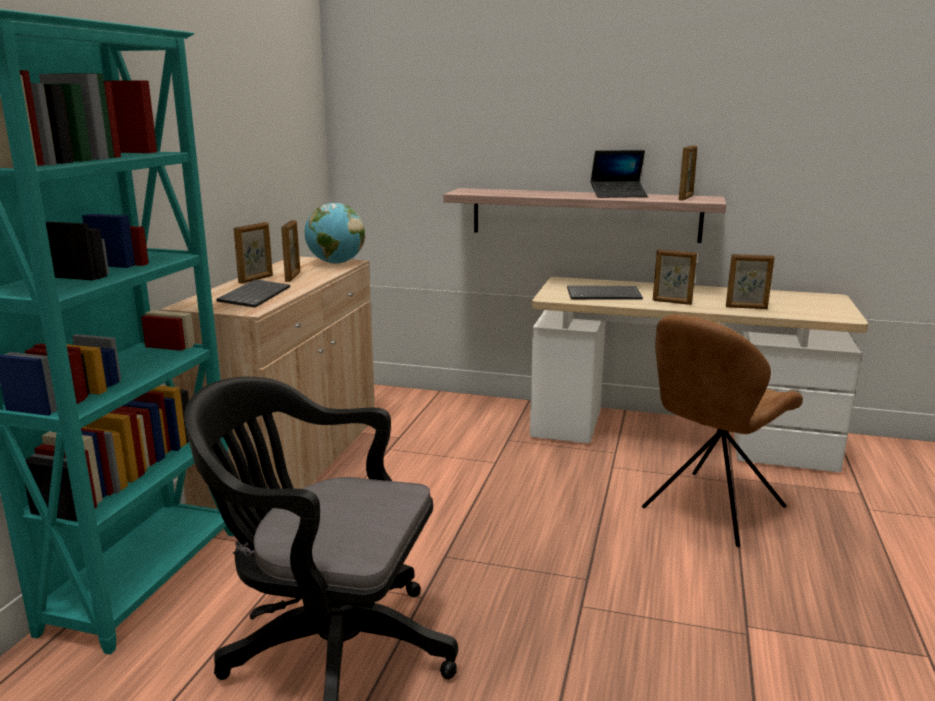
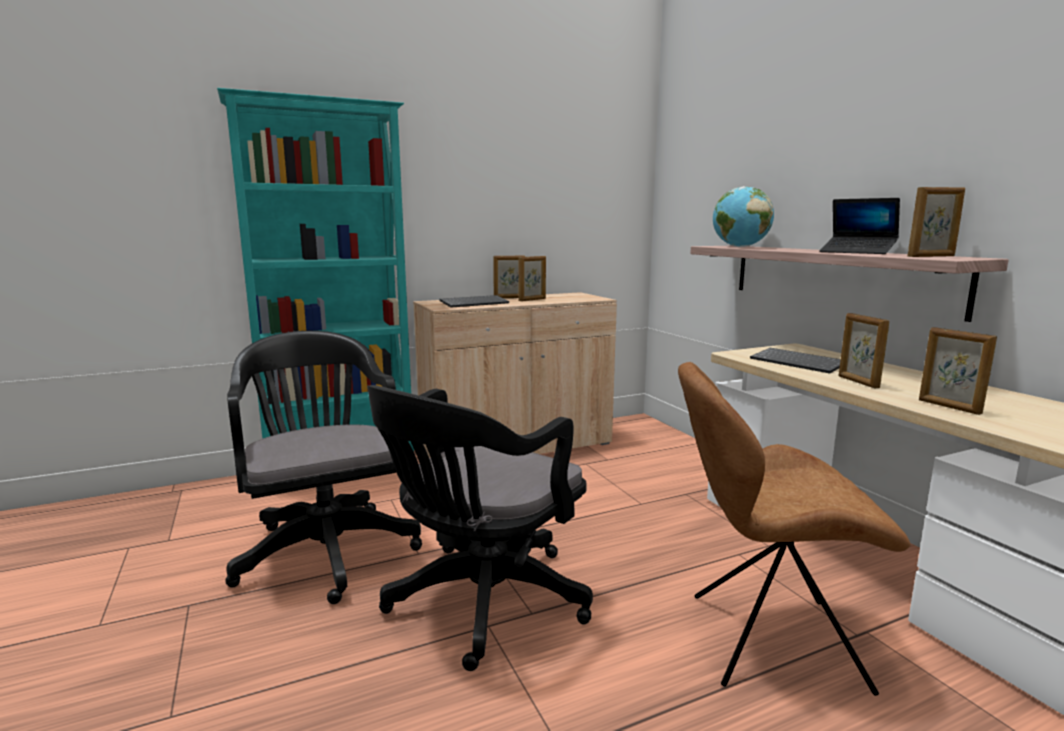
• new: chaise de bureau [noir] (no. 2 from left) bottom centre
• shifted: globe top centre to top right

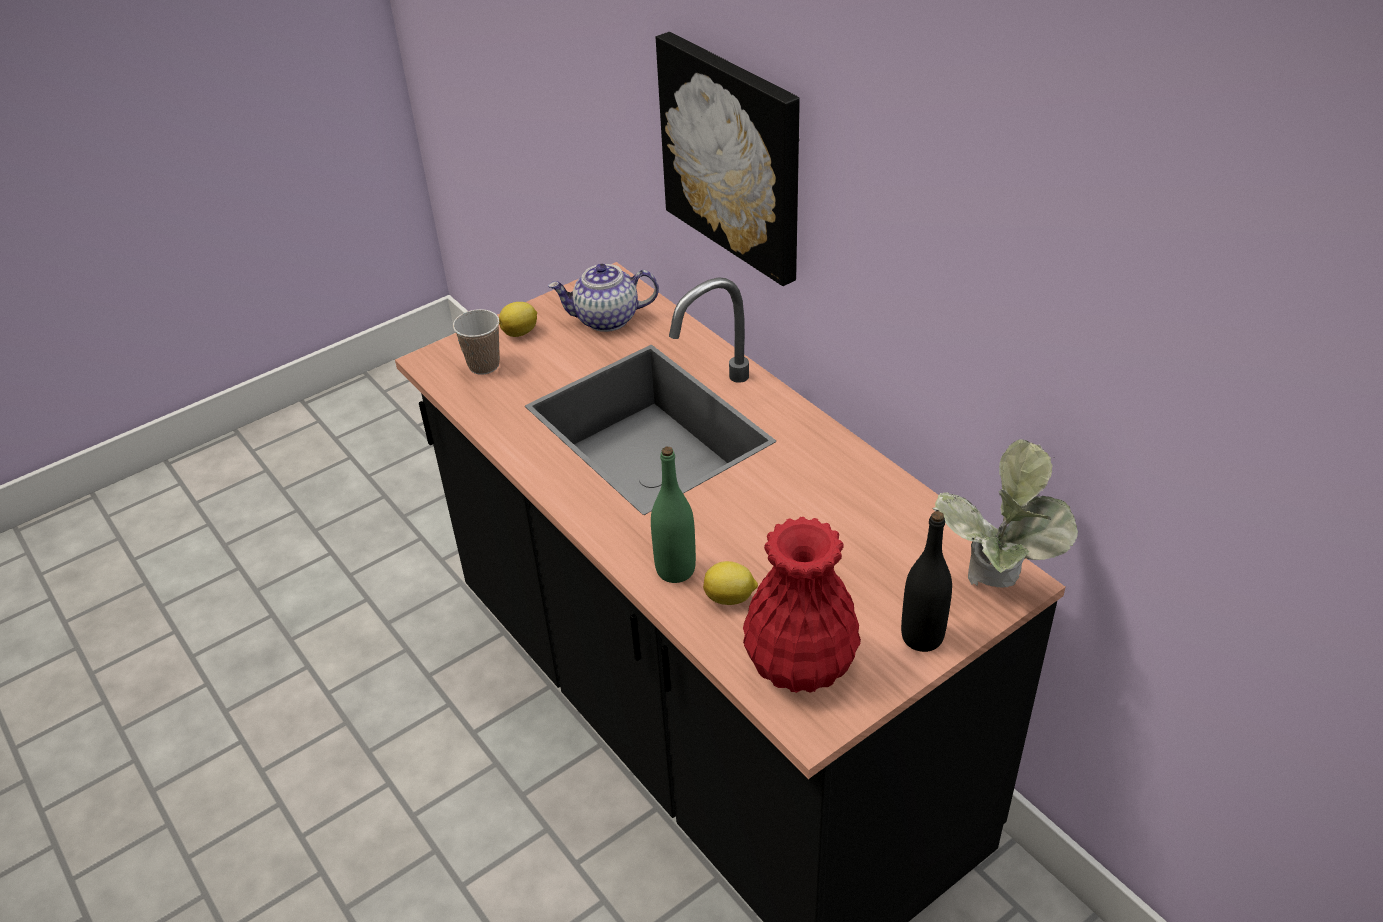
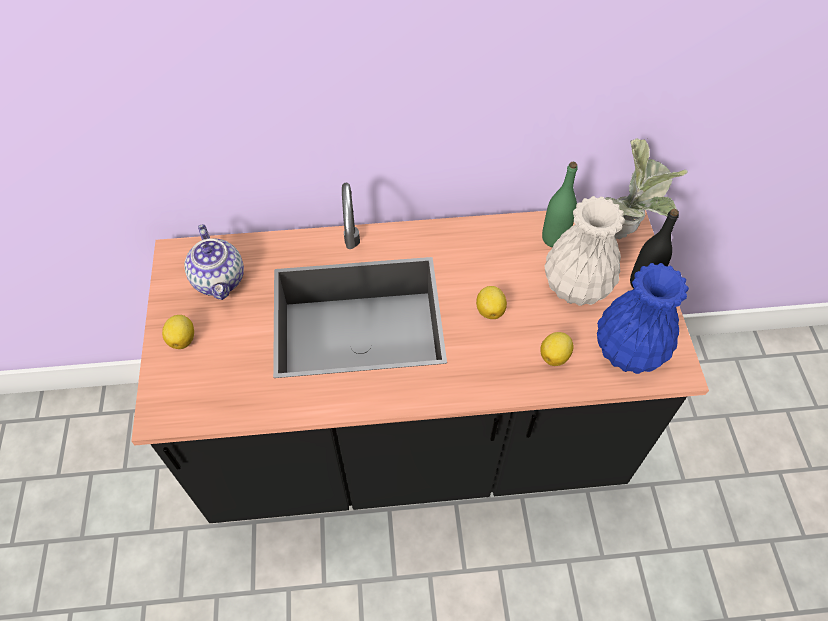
• rotated: théière top centre = middle left 45 degrees counterclockwise
• new: citron (no. 2 from left) centre
• shifted: bouteille [vert] centre to top right
• new: vase [blanc] middle right
• repainted: vase [rouge] centre to vase [bleu] middle right
• gone: tasse centre
• gone: tableau top centre

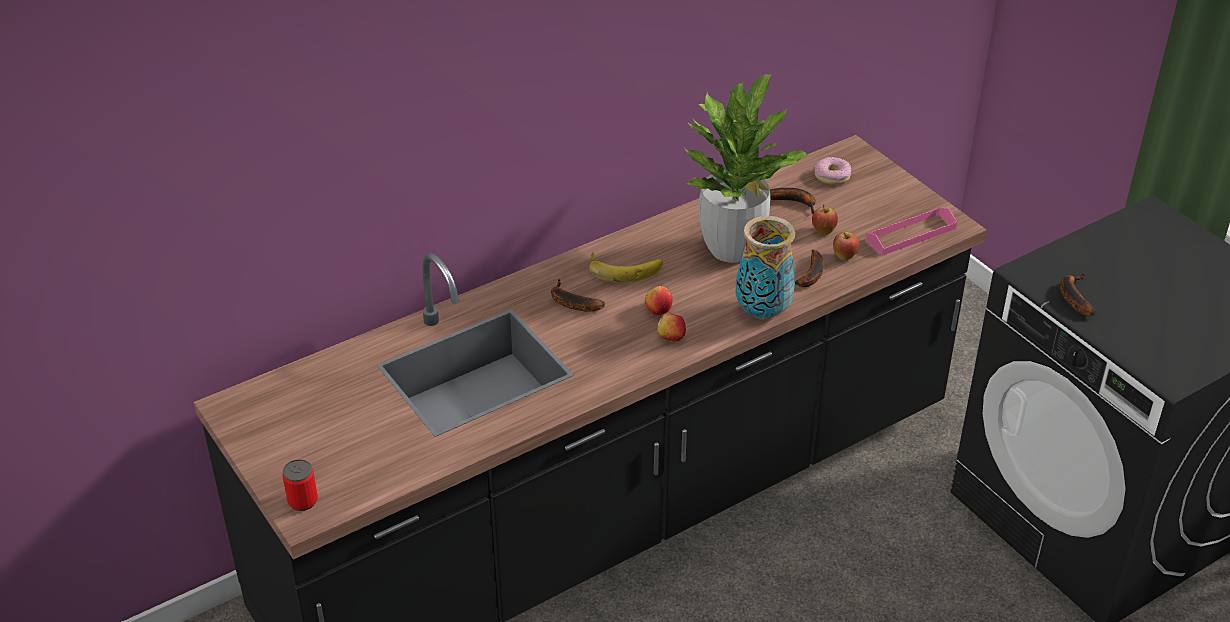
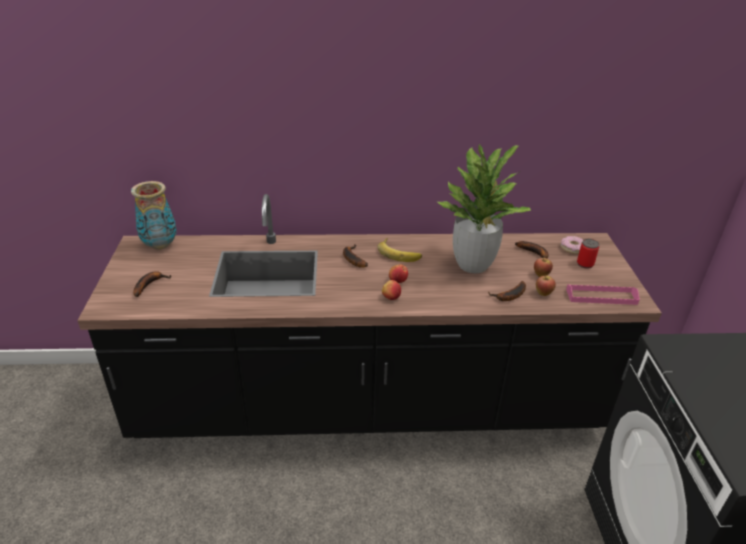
• shifted: vase centre to middle left
• shifted: banane (no. 5 from left in the first image) middle right to banane (no. 1 from left) middle left
• shifted: boîte métallique bottom left to middle right

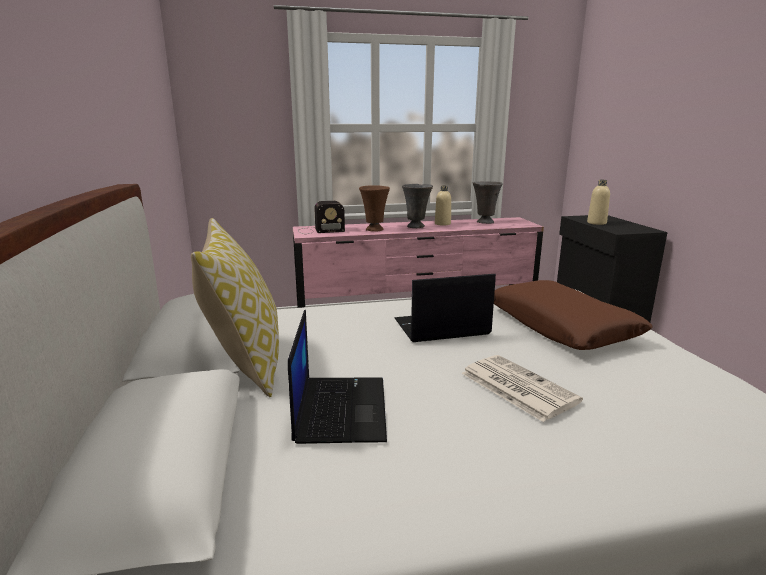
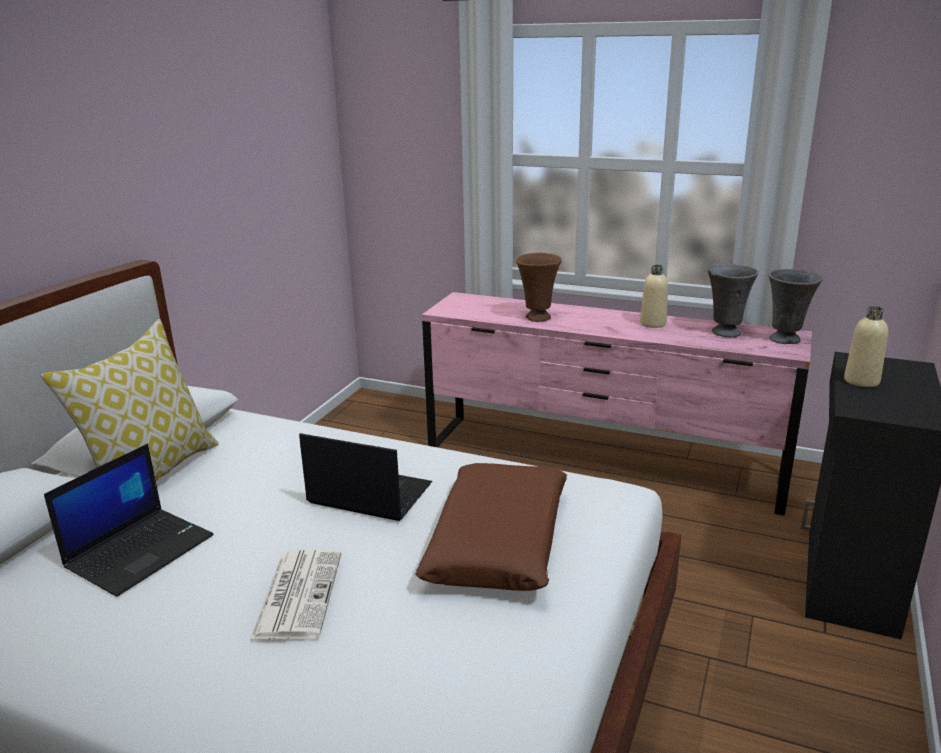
• shifted: vase [gris] (no. 1 from left in the first image) centre to vase [gris] (no. 2 from left) middle right
• gone: radio centre

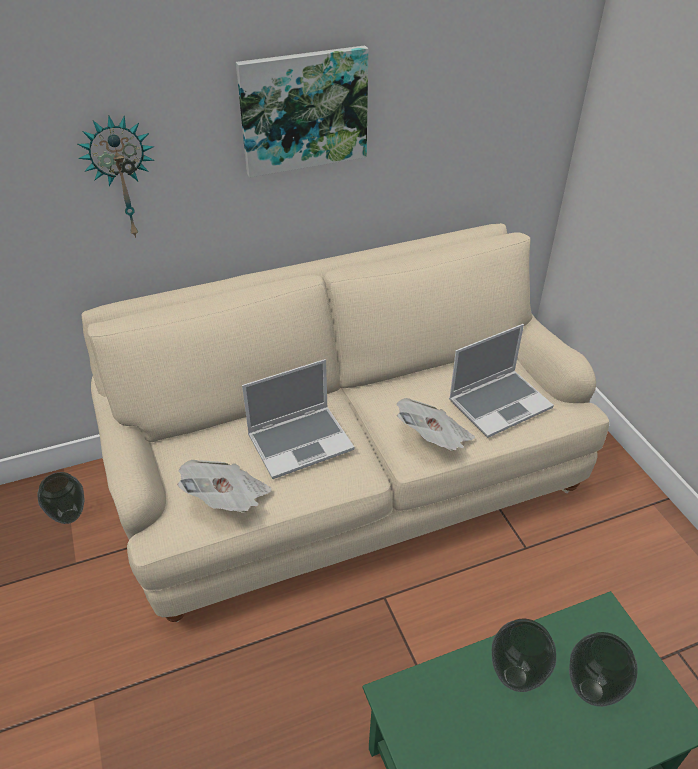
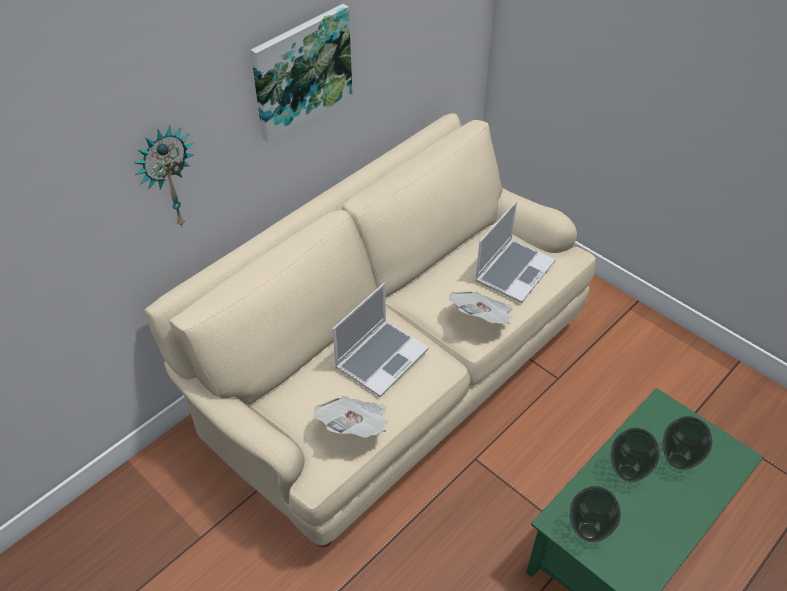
• shifted: vase (no. 1 from left) middle left to bottom right

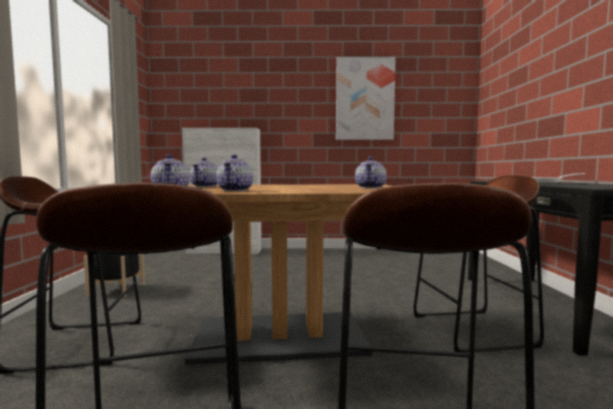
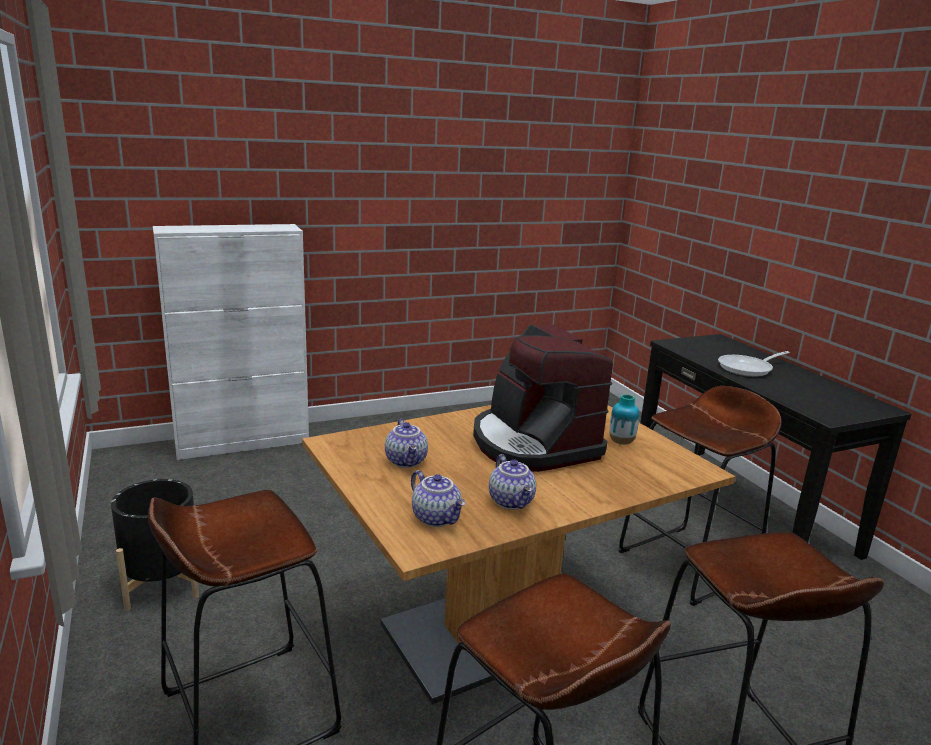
• new: machine à café centre
• swapped: théière (no. 4 from left) centre to vase middle right
• gone: tableau top centre

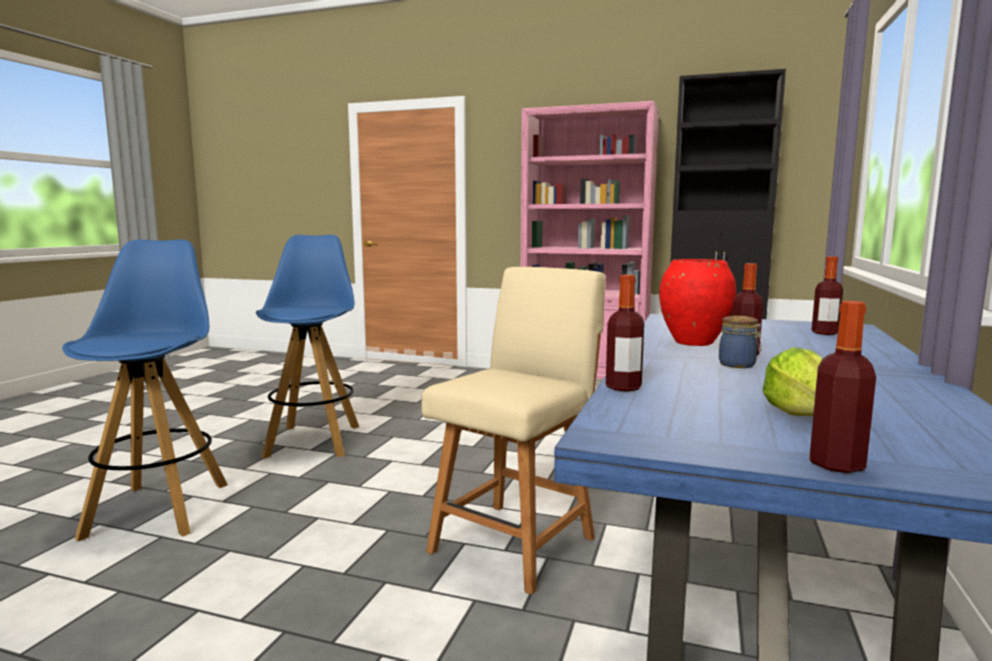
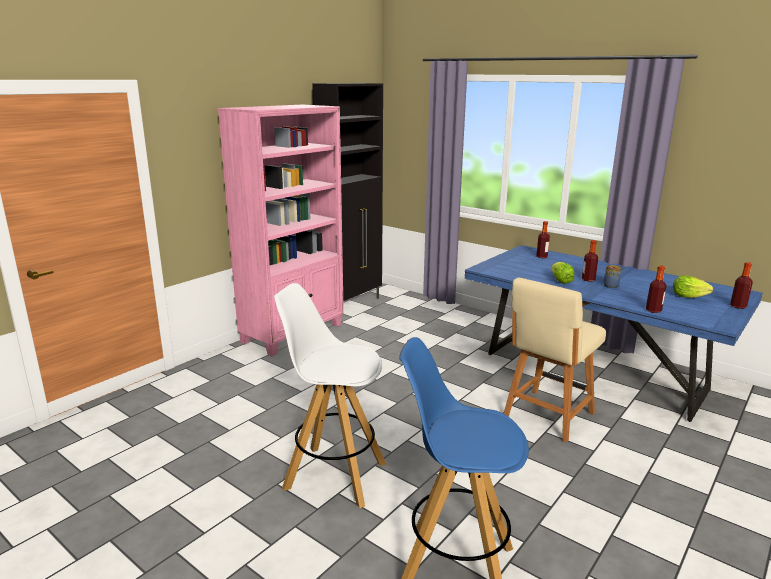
• repainted: tabouret [bleu] (no. 2 from left) middle left to tabouret [blanc] bottom centre
• rotated: chaise [beige] centre = middle right 105 degrees counterclockwise
• swapped: vase [rouge] middle right to laitue (no. 1 from left) middle right

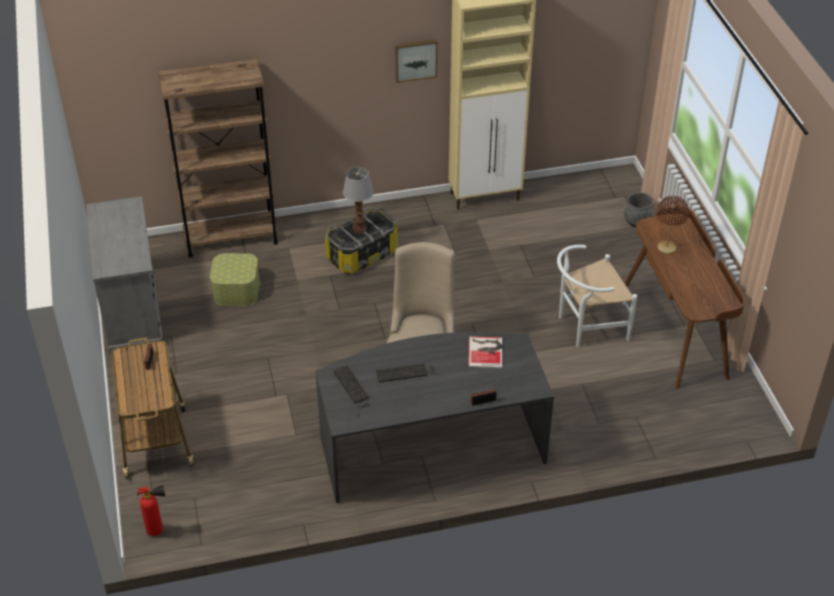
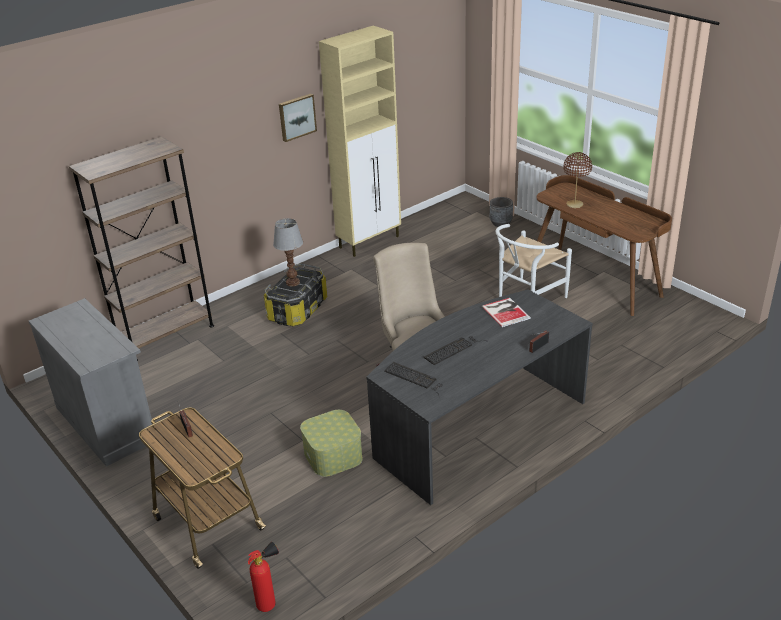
• shifted: boîte de rangement (no. 1 from left in the first image) middle left to boîte de rangement (no. 2 from left) bottom centre

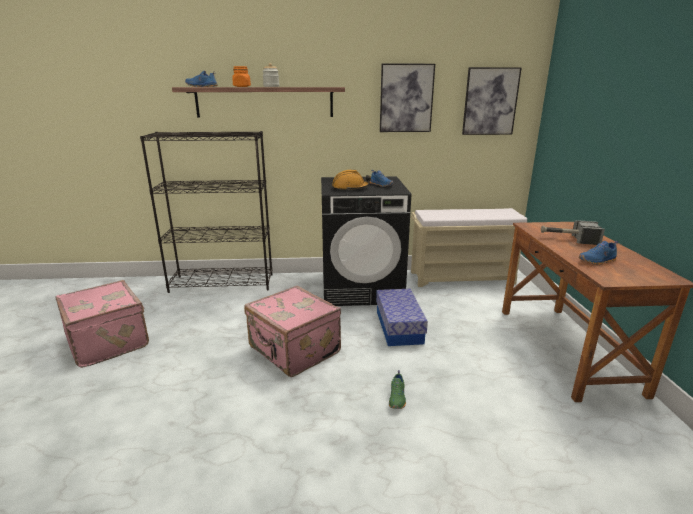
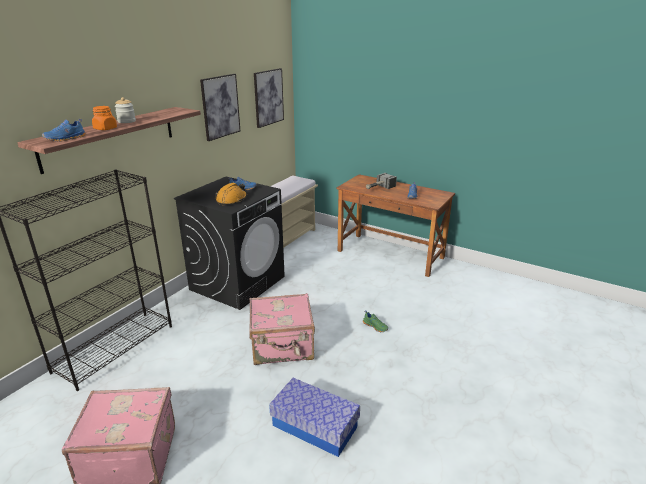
• shifted: boîte de rangement centre to bottom centre

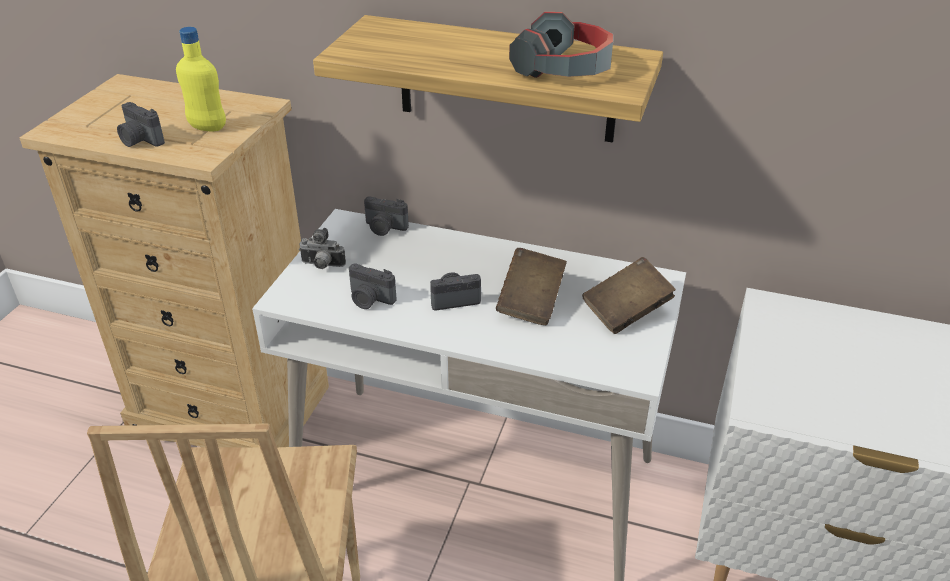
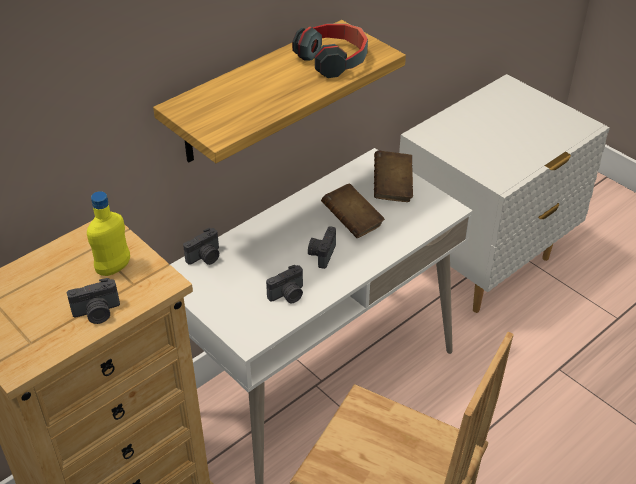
• gone: appareil photo (no. 2 from left) centre

